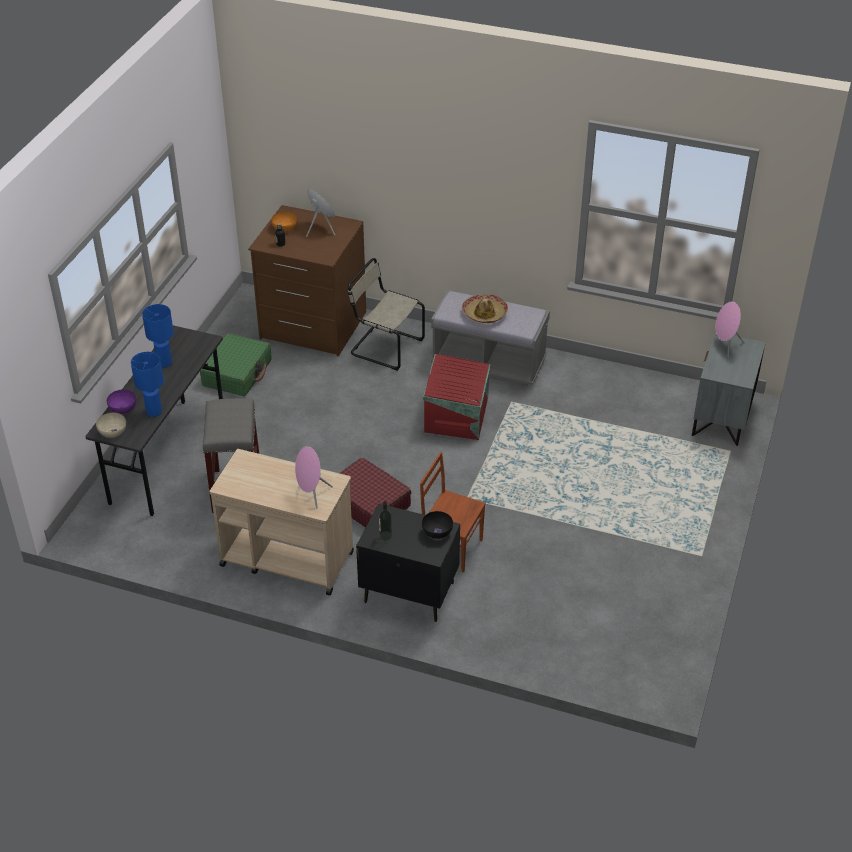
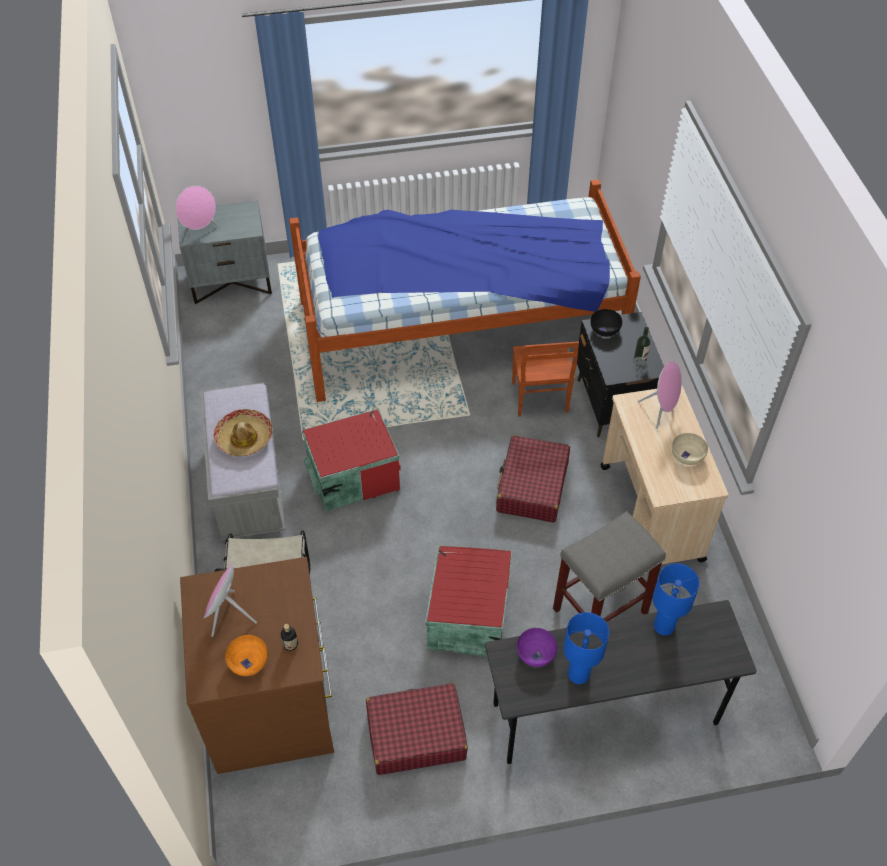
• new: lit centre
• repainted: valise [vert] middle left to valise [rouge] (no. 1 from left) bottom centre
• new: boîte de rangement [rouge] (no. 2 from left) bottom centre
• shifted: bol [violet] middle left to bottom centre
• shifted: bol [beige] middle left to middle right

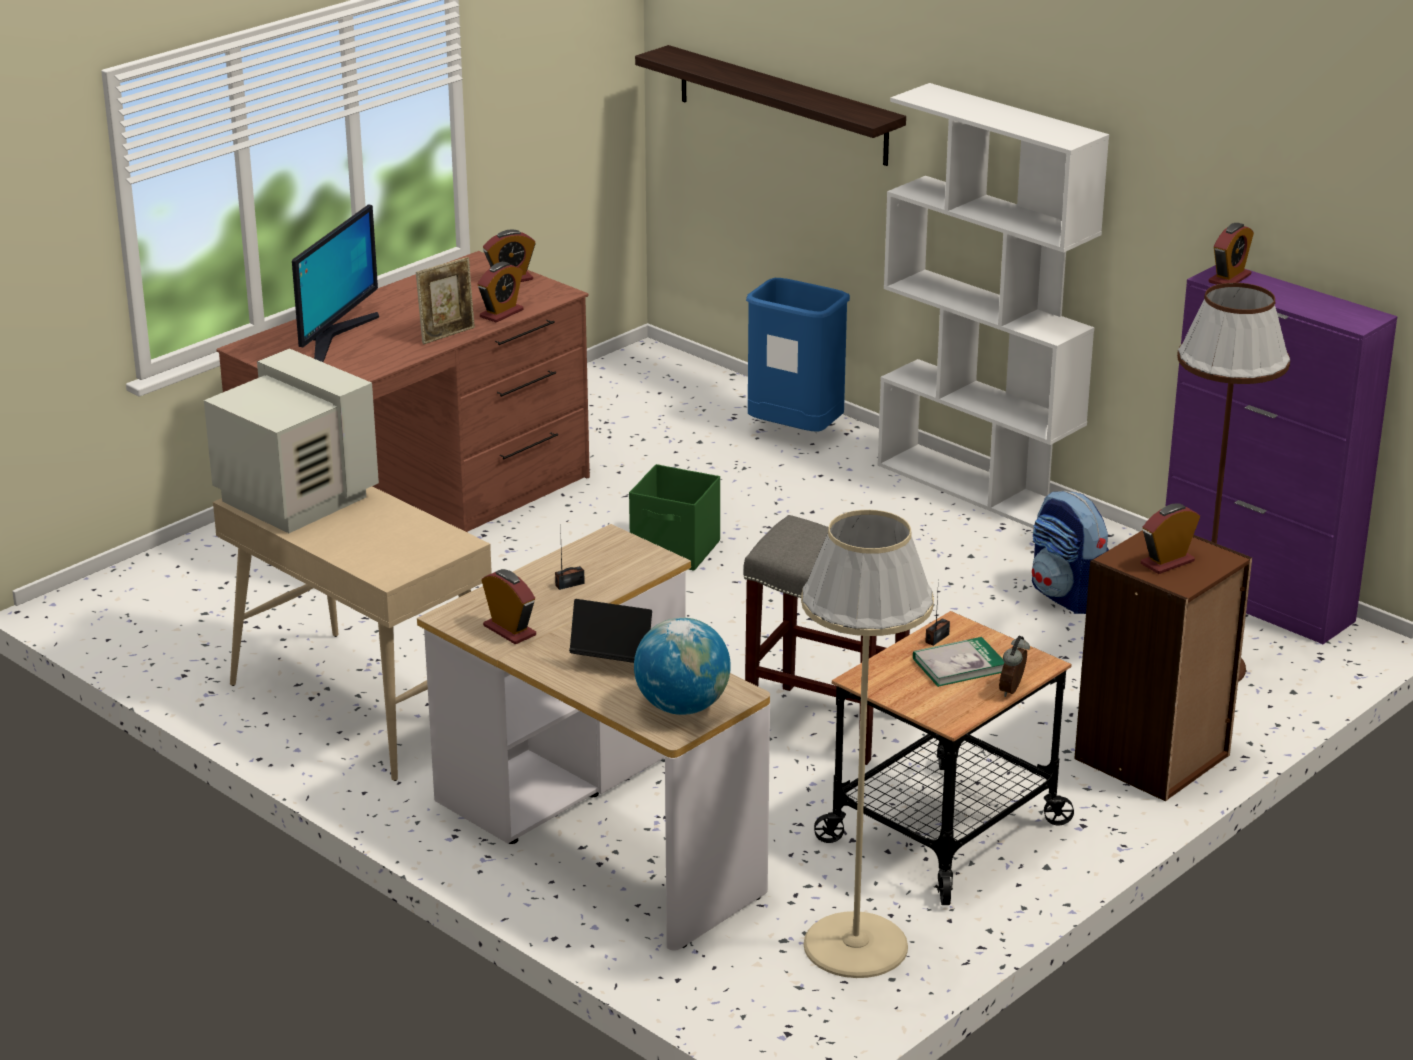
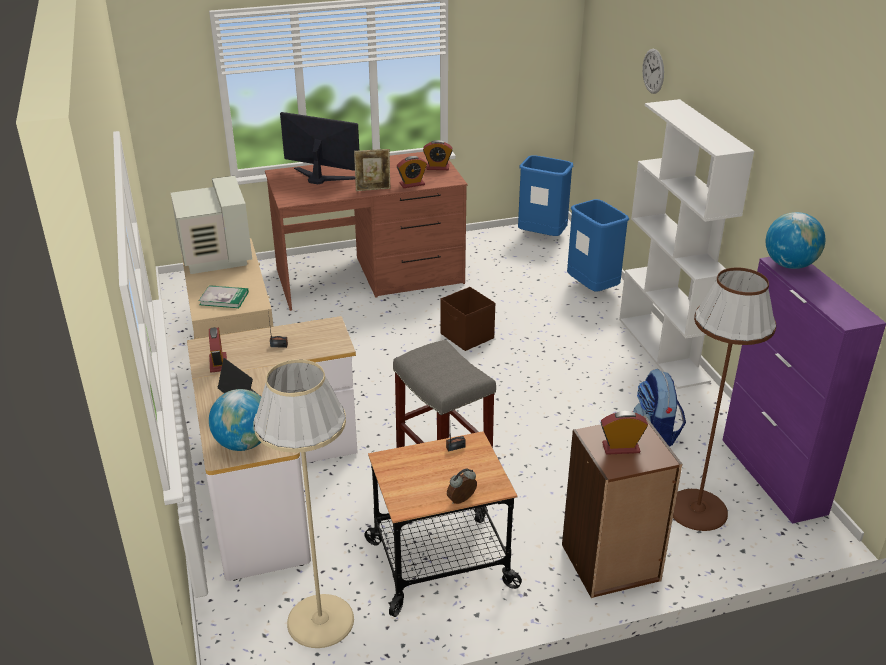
• shifted: livre middle right to middle left
• rotated: écran d'ordinateur (no. 2 from left) top left = top centre 120 degrees counterclockwise
• repainted: boîte de rangement [vert] centre to boîte de rangement [marron] centre
• new: poubelle [bleu] (no. 1 from left) top centre
• new: horloge murale top right
• swapped: réveil (no. 6 from left) top right to globe (no. 2 from left) middle right
• gone: étagère top centre

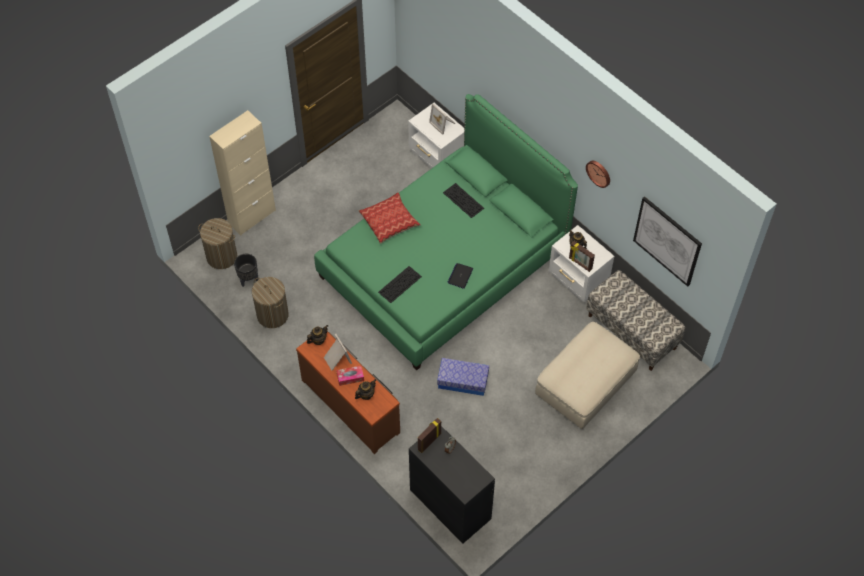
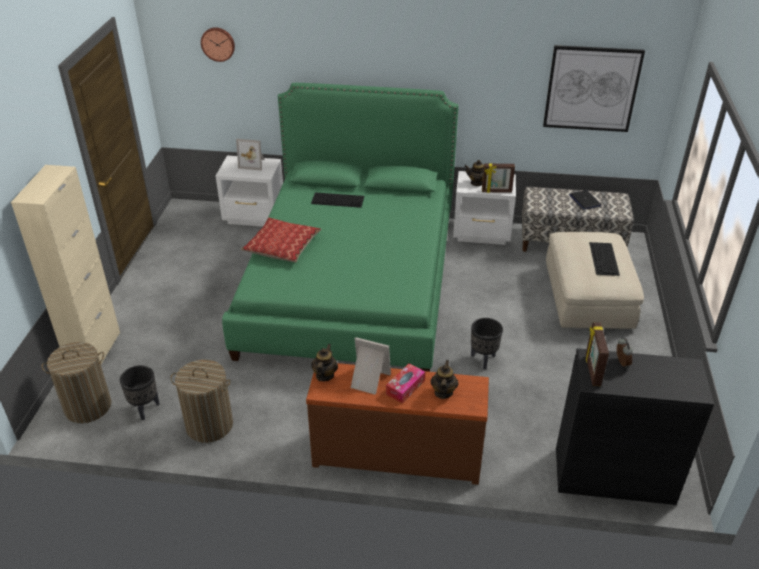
• shifted: horloge murale top right to top left
• swapped: boîte de rangement centre to cache-pot [noir] (no. 2 from left) centre
• shifted: ordinateur portable centre to middle right
• shifted: clavier (no. 1 from left in the first image) centre to clavier (no. 2 from left) middle right

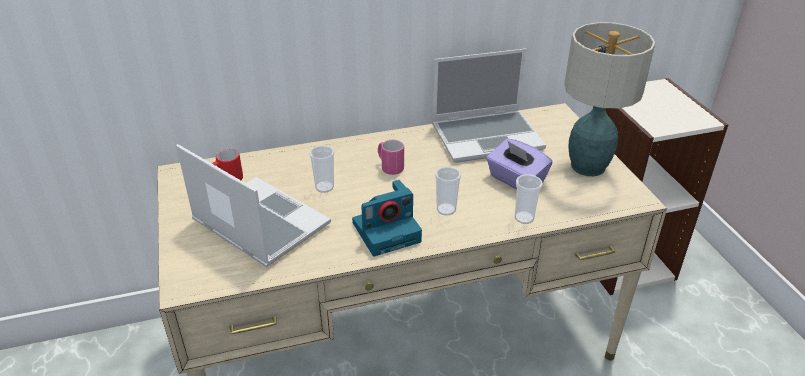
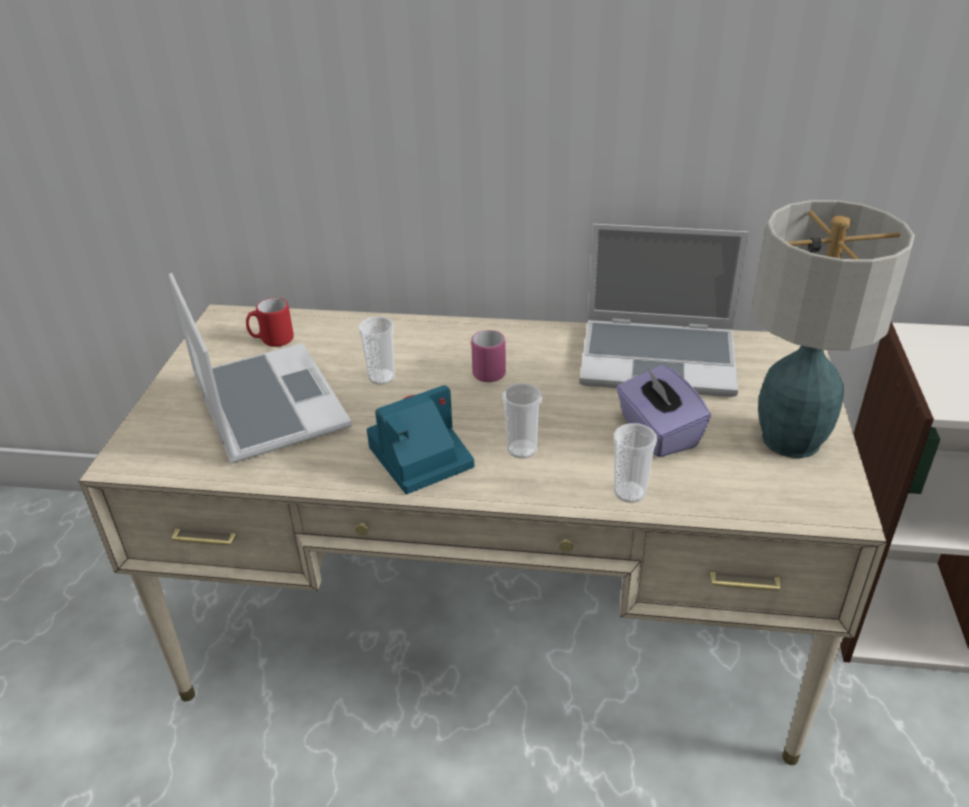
• rotated: appareil photo centre = centre 150 degrees clockwise

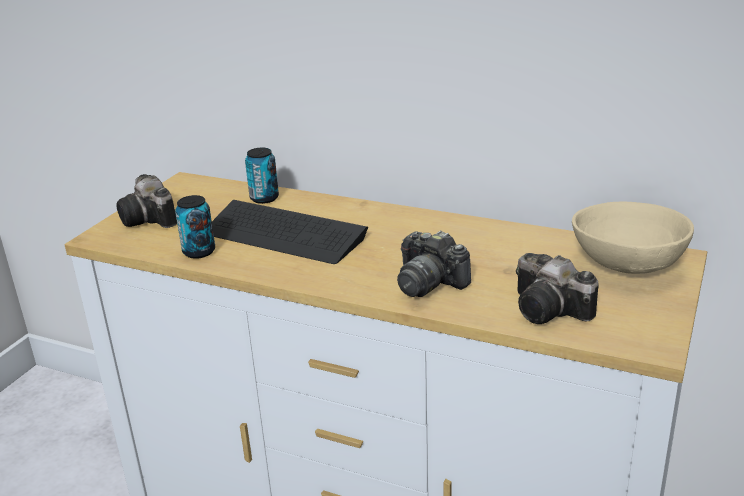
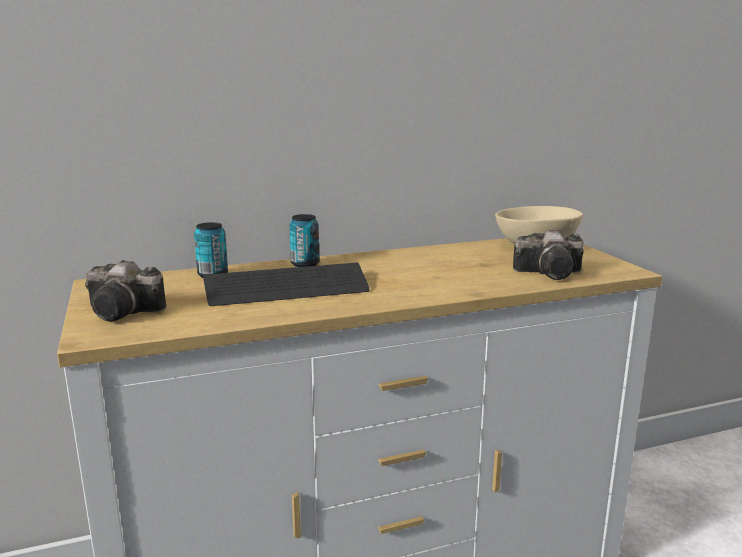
• shifted: boîte métallique (no. 1 from left in the first image) middle left to boîte métallique (no. 2 from left) centre
• gone: appareil photo (no. 2 from left) centre

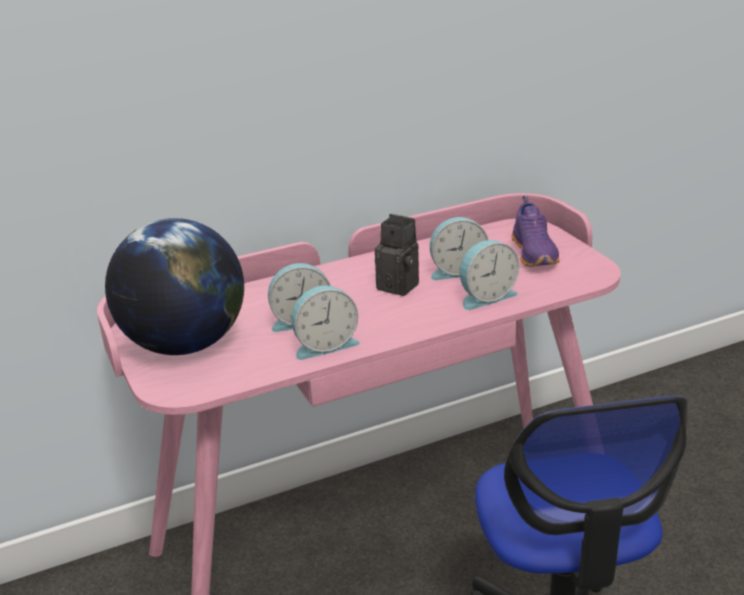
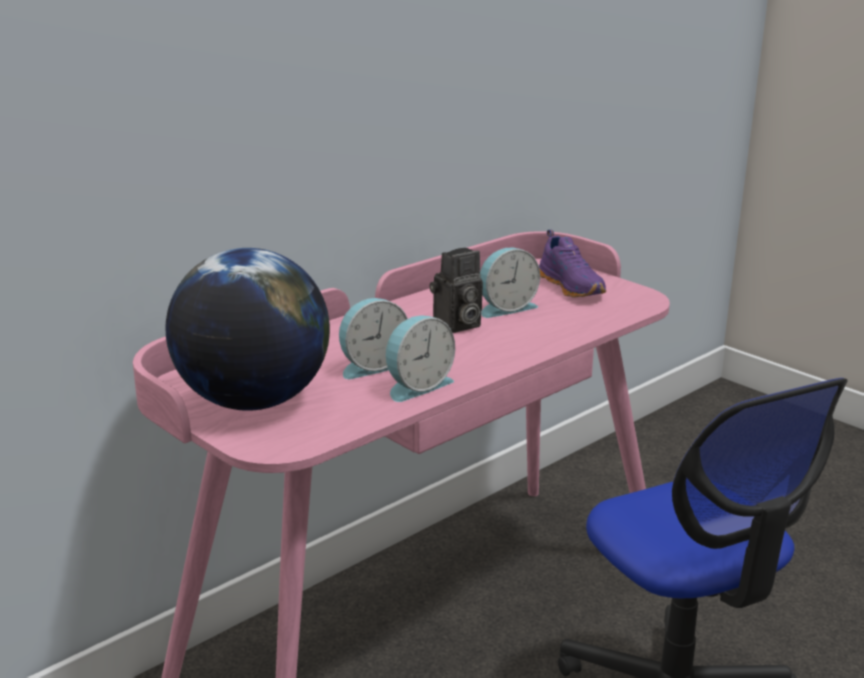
• rotated: appareil photo centre = centre 135 degrees clockwise
• gone: réveil (no. 4 from left) centre

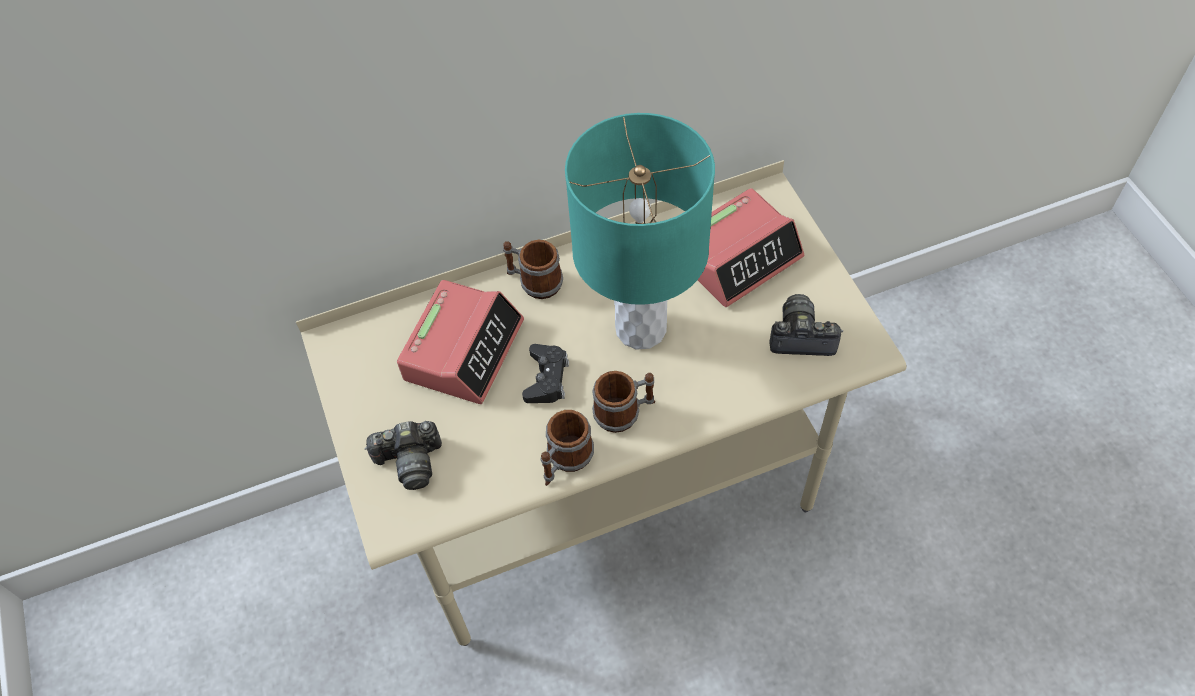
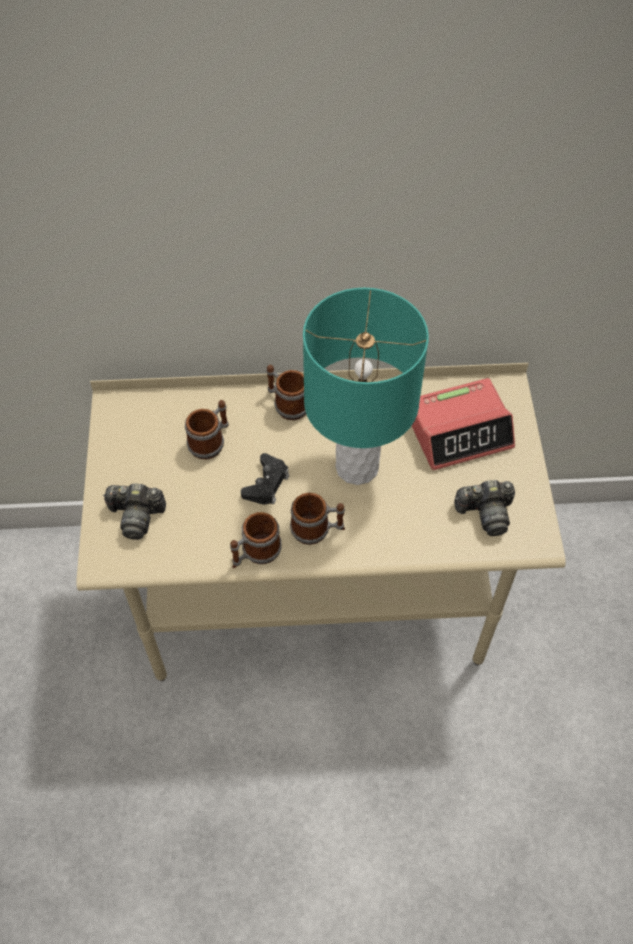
• swapped: réveil (no. 1 from left) centre to mug (no. 1 from left) middle left
• rotated: appareil photo (no. 2 from left) middle right = middle right 150 degrees clockwise

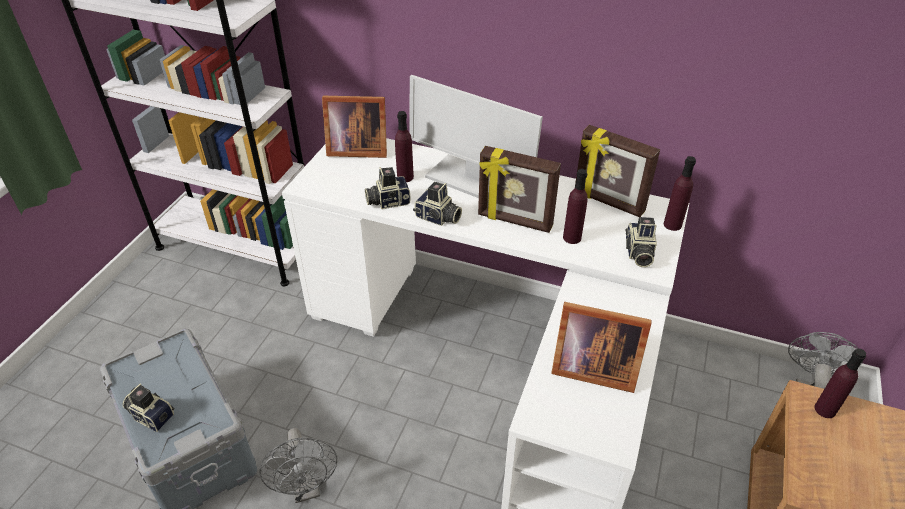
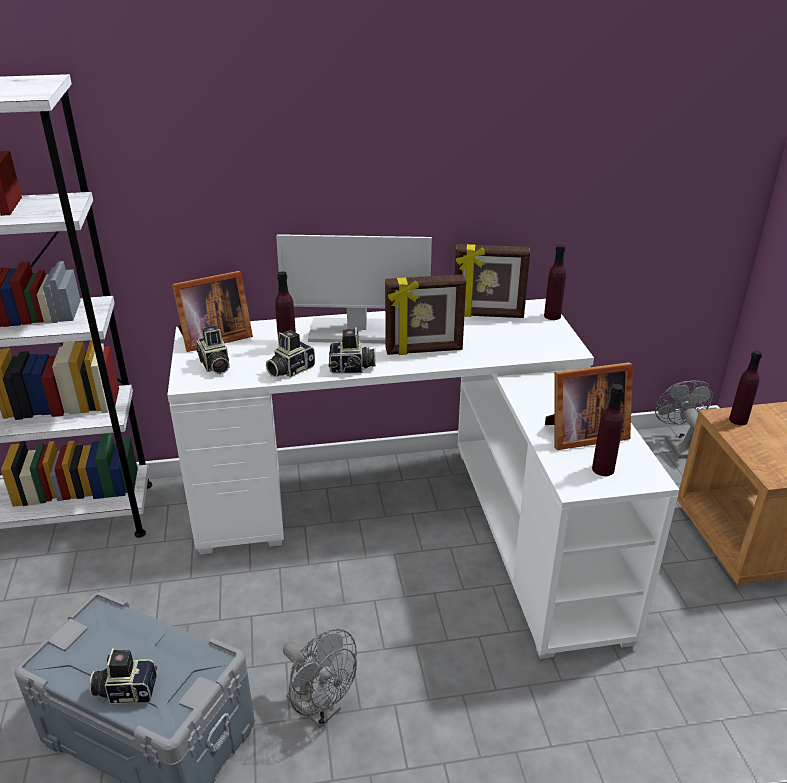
• shifted: appareil photo (no. 4 from left in the first image) middle right to appareil photo (no. 2 from left) middle left
• shifted: bouteille [violet] (no. 2 from left in the first image) centre to bouteille [violet] (no. 3 from left) middle right

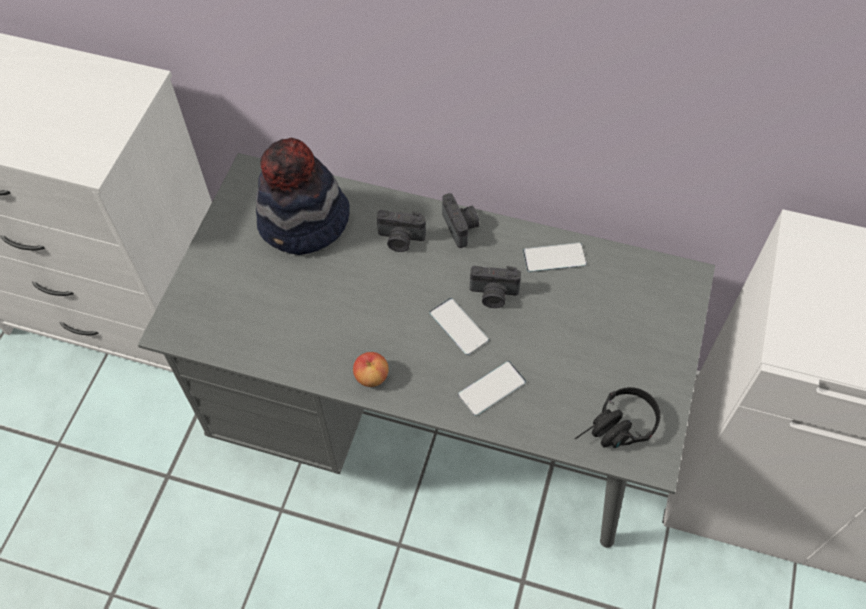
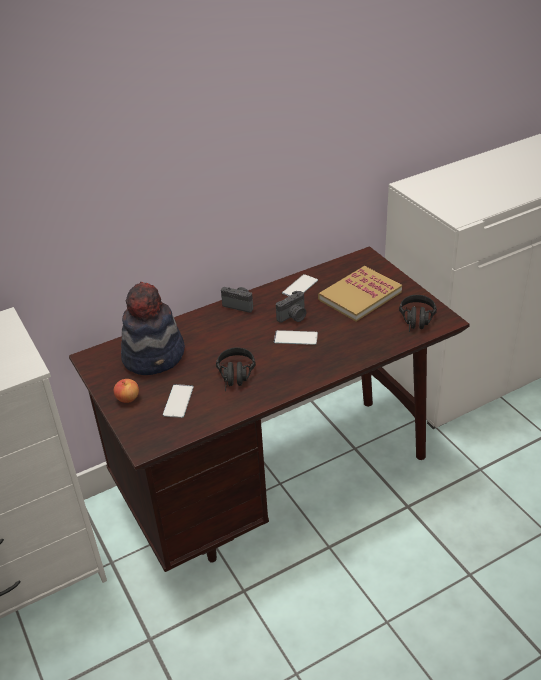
• repainted: bureau [gris] centre to bureau [marron] centre
• shifted: pomme centre to middle left
• shifted: téléphone (no. 2 from left in the first image) centre to téléphone (no. 1 from left) middle left
• new: casque audio [noir] (no. 1 from left) centre
• new: livre centre
• gone: appareil photo (no. 1 from left) centre

